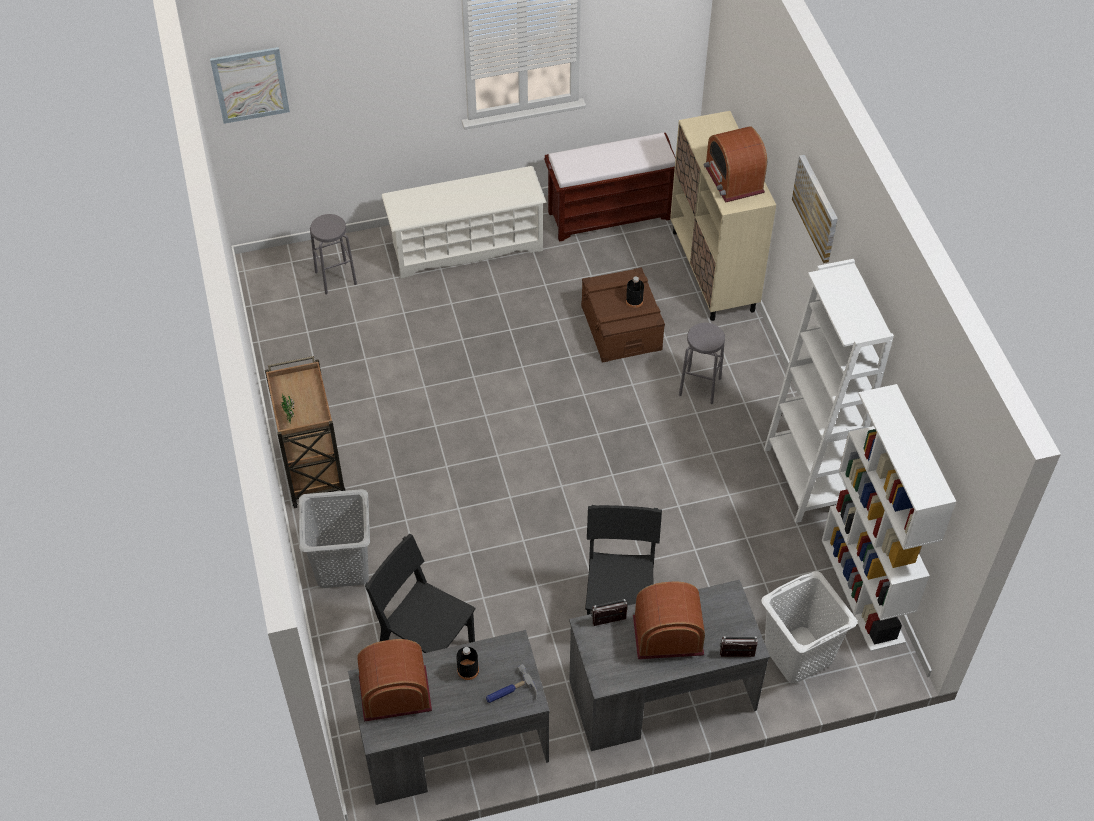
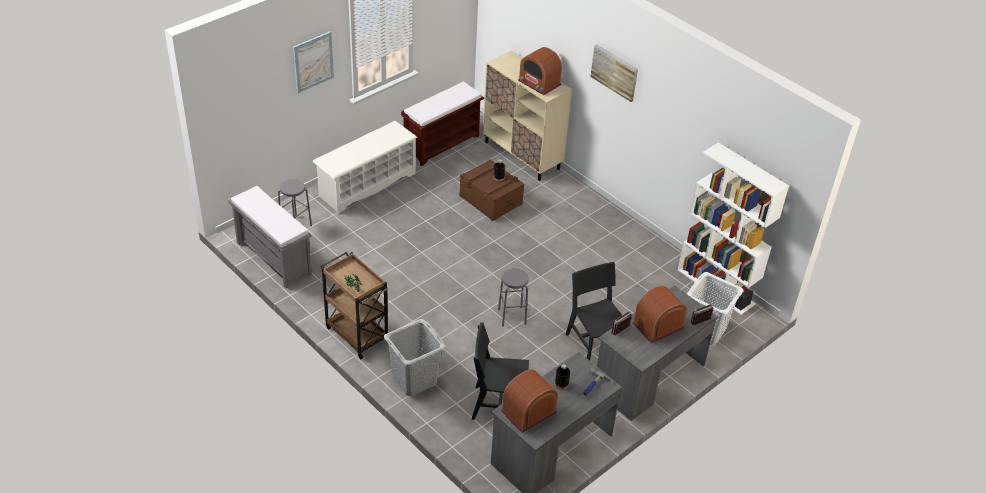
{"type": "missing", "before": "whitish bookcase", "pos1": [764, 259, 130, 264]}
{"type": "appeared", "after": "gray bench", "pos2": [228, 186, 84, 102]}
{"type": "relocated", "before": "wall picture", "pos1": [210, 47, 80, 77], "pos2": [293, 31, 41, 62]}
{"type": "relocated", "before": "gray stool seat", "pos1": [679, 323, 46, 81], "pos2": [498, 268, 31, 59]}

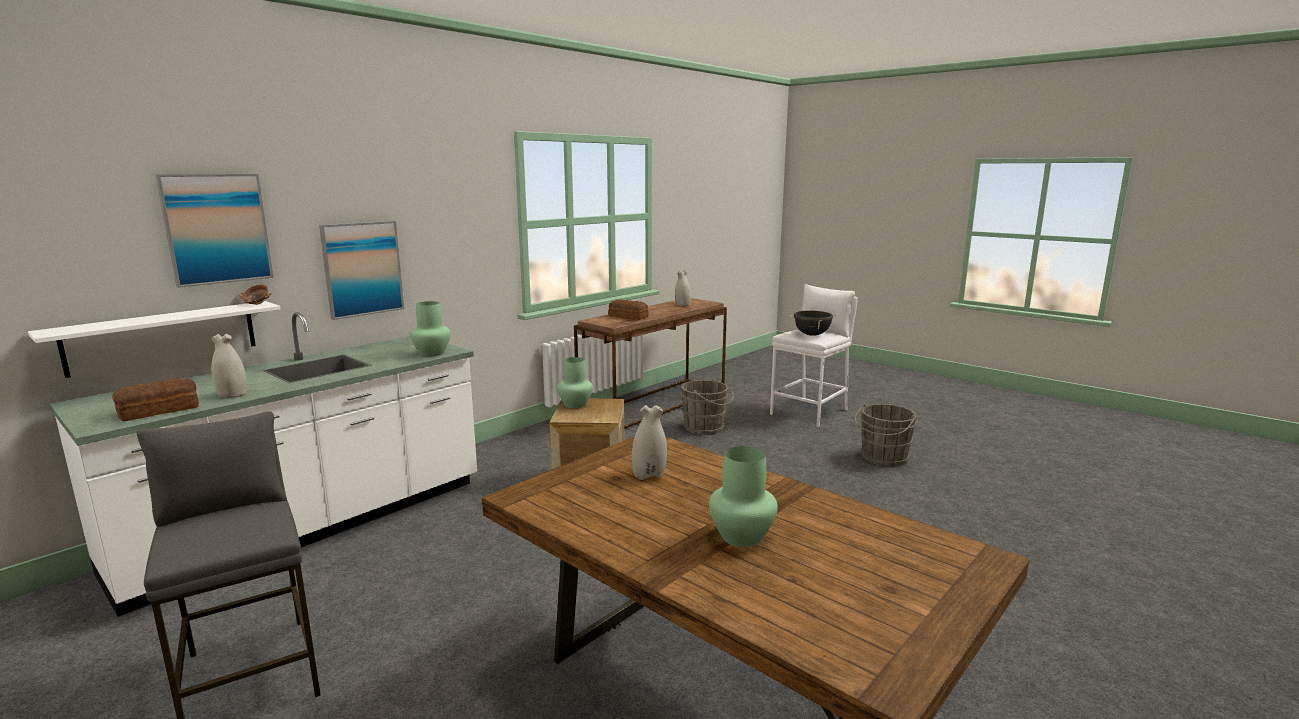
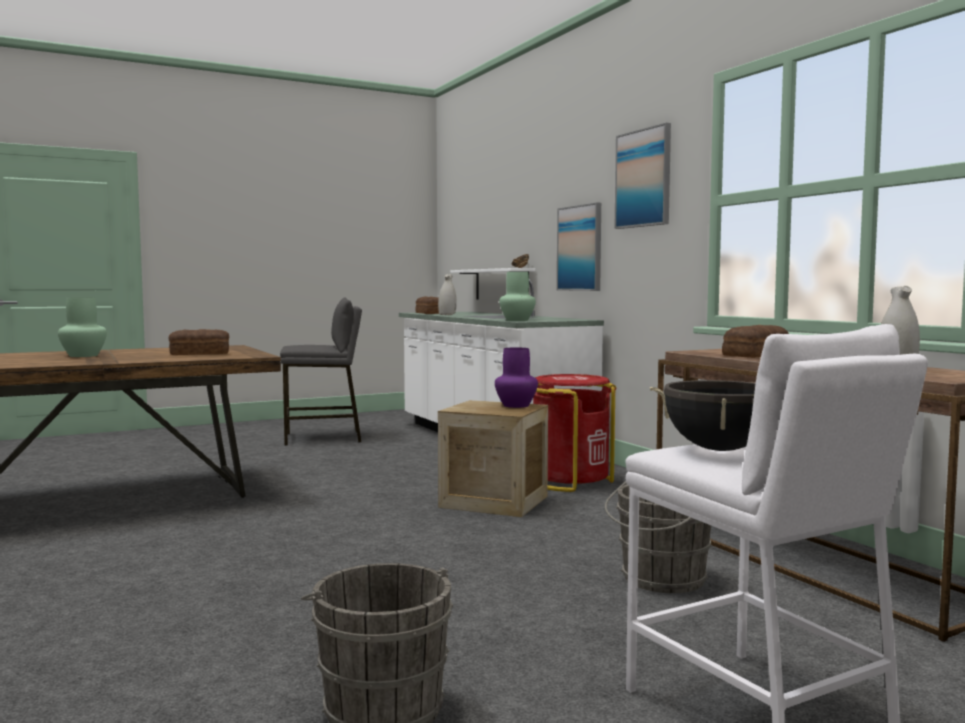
{"type": "appeared", "after": "reddish waste bin", "pos2": [533, 374, 84, 118]}
{"type": "relocated", "before": "wall picture", "pos1": [155, 174, 119, 114], "pos2": [614, 123, 57, 106]}
{"type": "exchanged", "before": "whitish vase", "after": "baked bread", "pos1": [632, 405, 35, 75], "pos2": [168, 329, 61, 26]}
{"type": "colour", "before": "green vase", "after": "purple-coloured vase", "pos1": [557, 357, 36, 51], "pos2": [495, 348, 43, 60]}

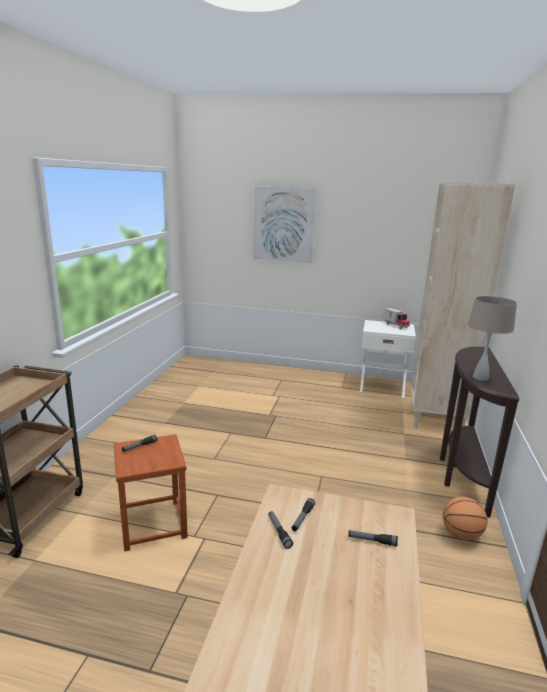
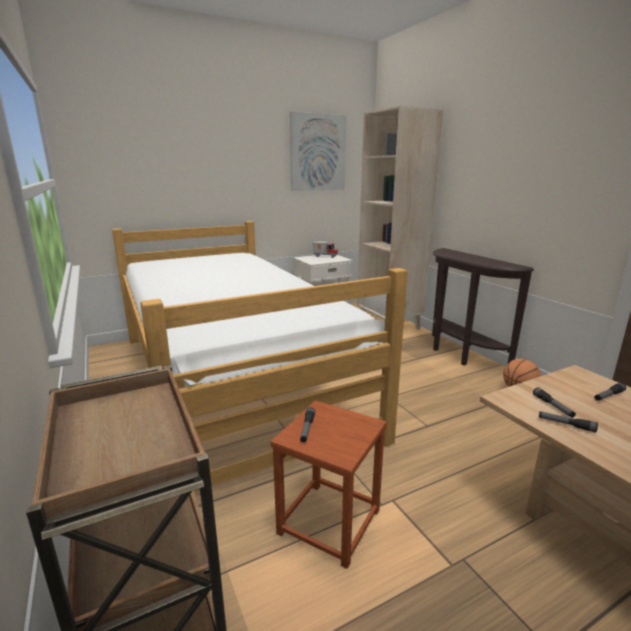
{"type": "missing", "before": "beige lamp for a table", "pos1": [468, 296, 49, 85]}
{"type": "appeared", "after": "sleeping bed", "pos2": [112, 221, 296, 271]}
{"type": "relocated", "before": "wall picture", "pos1": [253, 186, 63, 77], "pos2": [290, 112, 56, 79]}

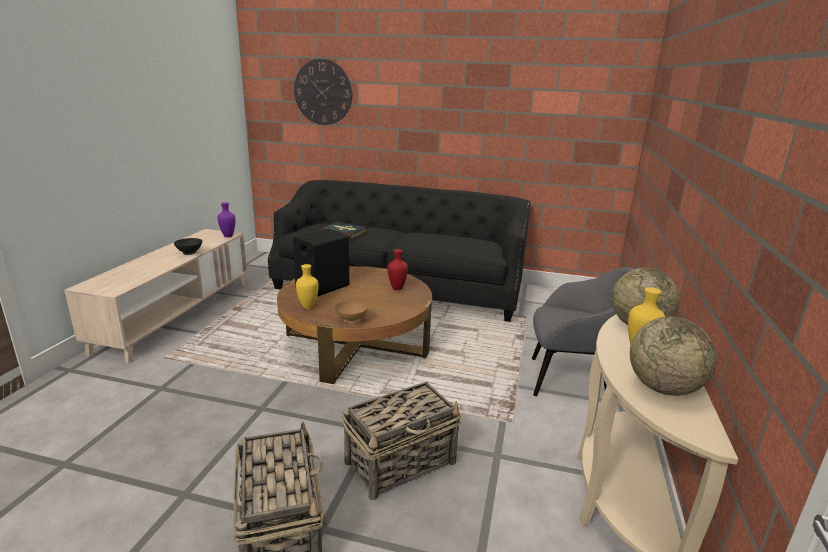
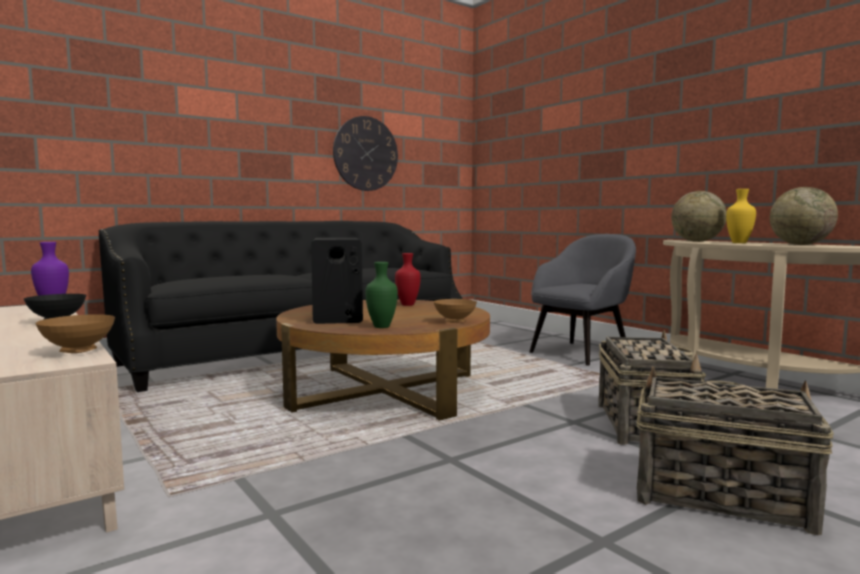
{"type": "missing", "before": "book", "pos1": [320, 222, 47, 18]}
{"type": "appeared", "after": "brownish deep dish", "pos2": [35, 314, 80, 39]}
{"type": "relocated", "before": "wall clock", "pos1": [294, 59, 58, 66], "pos2": [333, 116, 65, 75]}
{"type": "colour", "before": "yellowish vase", "after": "green vase", "pos1": [296, 264, 23, 45], "pos2": [365, 262, 33, 66]}

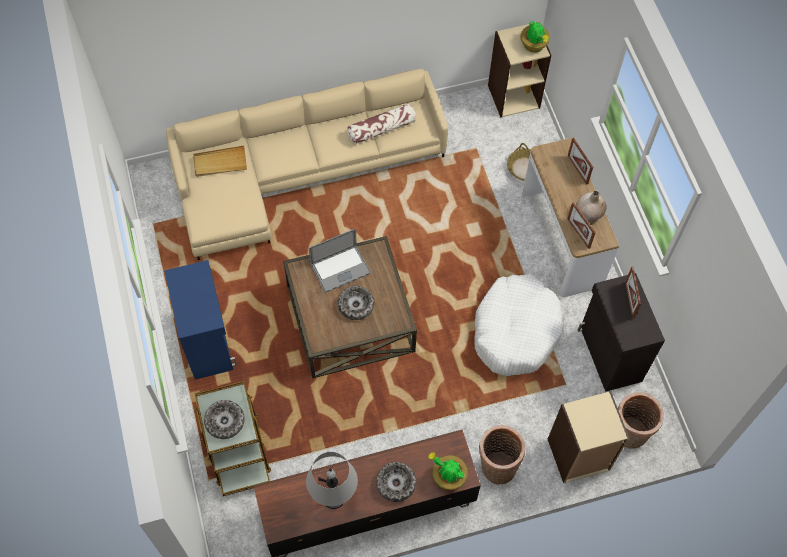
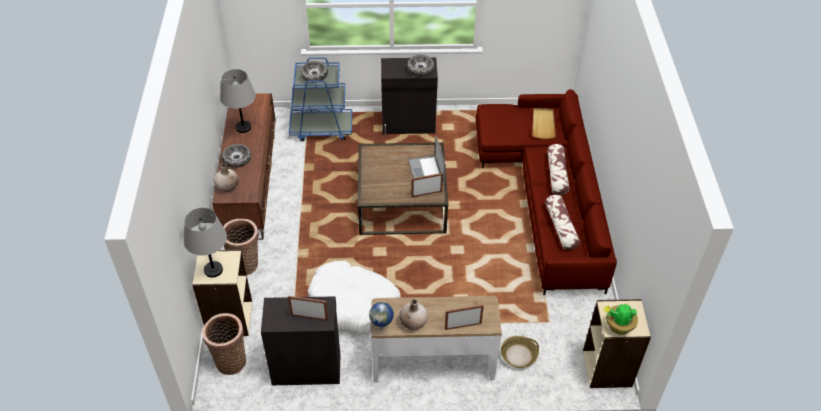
{"type": "appeared", "after": "gray lamp for a table", "pos2": [184, 208, 43, 70]}
{"type": "appeared", "after": "desk globe", "pos2": [369, 302, 25, 28]}
{"type": "appeared", "after": "pillow", "pos2": [547, 144, 22, 51]}
{"type": "relocated", "before": "deep dish", "pos1": [338, 286, 36, 34], "pos2": [407, 55, 28, 21]}
{"type": "relocated", "before": "standing frame", "pos1": [567, 202, 29, 47], "pos2": [411, 173, 32, 24]}
{"type": "exchanged", "before": "plant in a pot", "after": "beige vase", "pos1": [428, 452, 40, 38], "pos2": [214, 164, 25, 28]}
{"type": "colour", "before": "blue cabinet", "after": "black-coloured cabinet", "pos1": [164, 260, 73, 120], "pos2": [381, 58, 57, 77]}
{"type": "colour", "before": "beige sofa", "after": "reddish sofa", "pos1": [166, 69, 282, 191], "pos2": [476, 89, 141, 206]}
{"type": "colour", "before": "brownish wheeled cart", "after": "blue wheeled cart", "pos1": [195, 381, 76, 115], "pos2": [289, 57, 63, 84]}

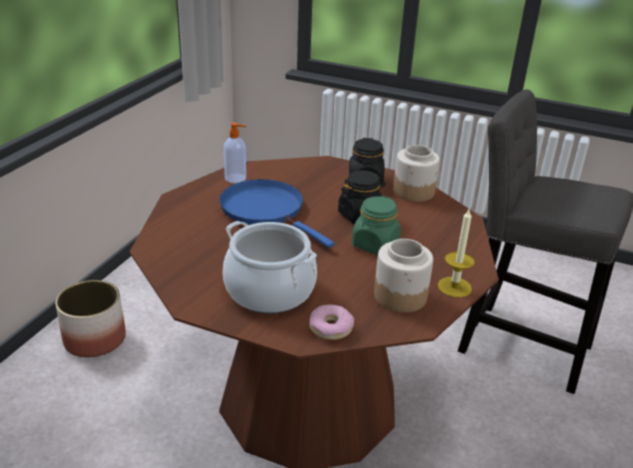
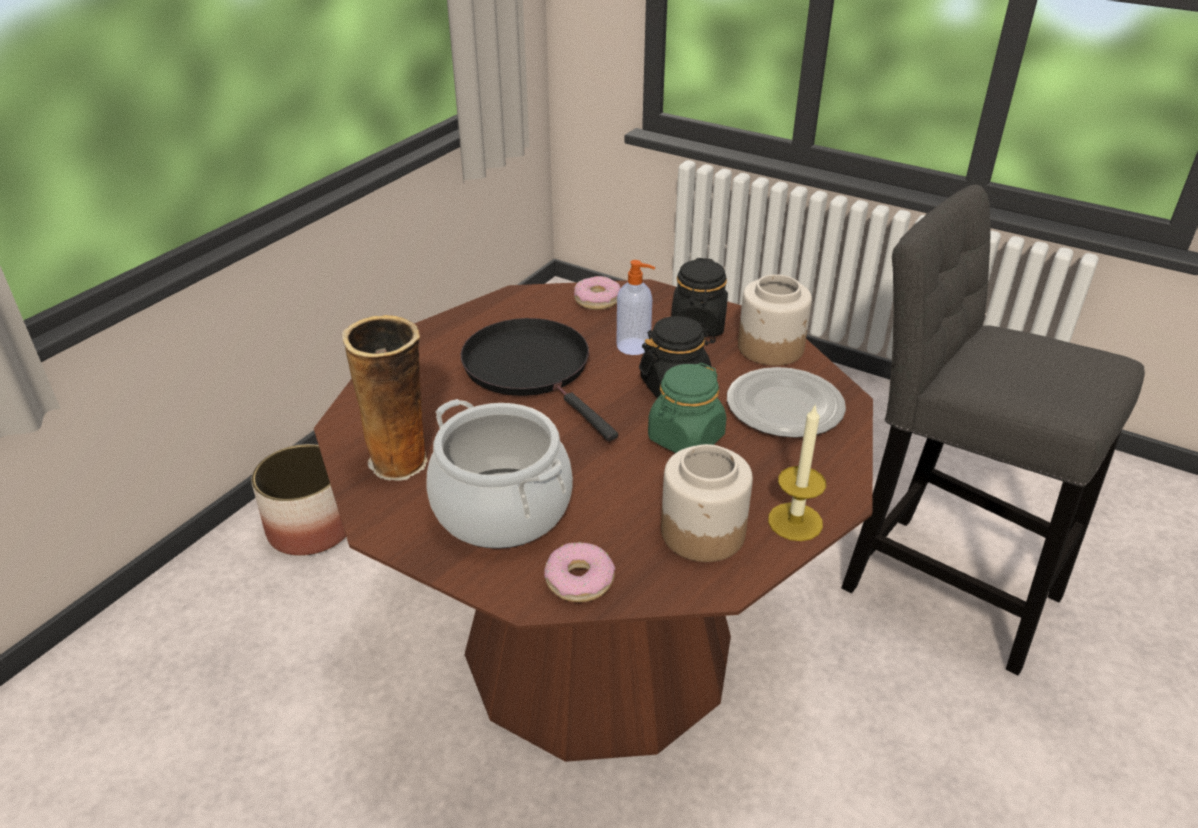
{"type": "appeared", "after": "vase", "pos2": [342, 315, 85, 166]}
{"type": "appeared", "after": "ring doughnut", "pos2": [574, 276, 46, 34]}
{"type": "appeared", "after": "flat dish", "pos2": [727, 367, 119, 71]}
{"type": "relocated", "before": "soap dispenser", "pos1": [224, 123, 22, 60], "pos2": [616, 260, 39, 95]}
{"type": "colour", "before": "blue pan", "after": "black-coloured pan", "pos1": [219, 179, 115, 69], "pos2": [461, 318, 157, 123]}

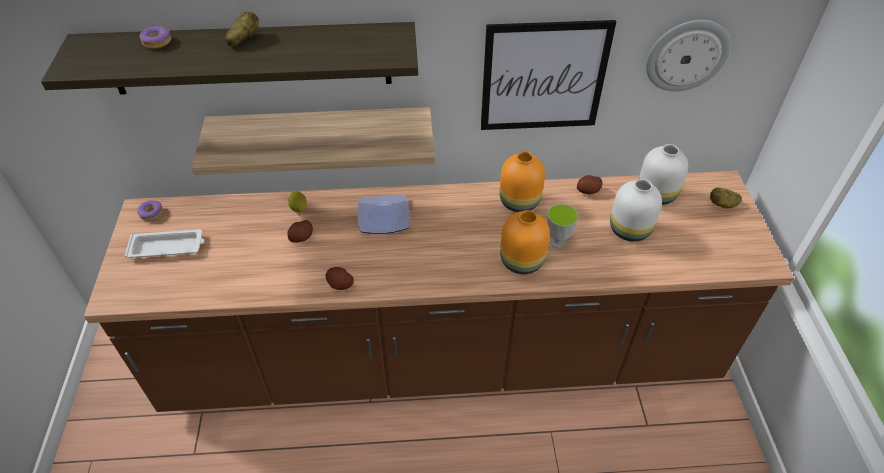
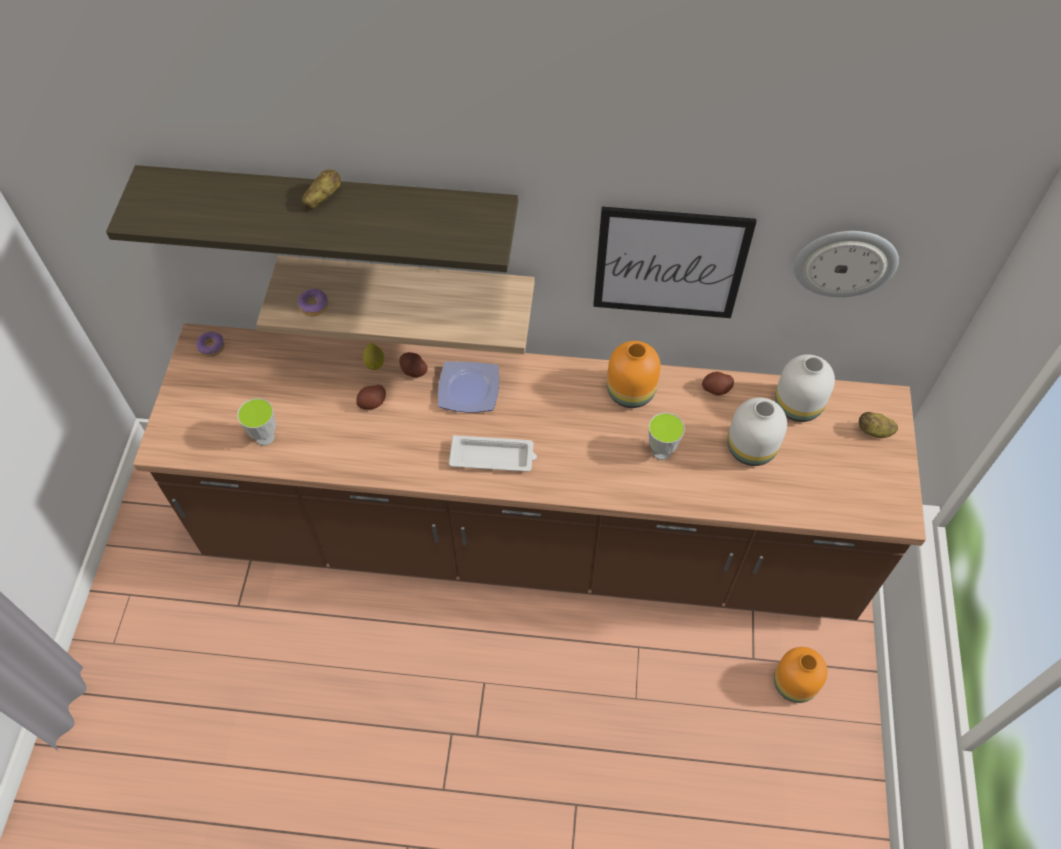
{"type": "appeared", "after": "drinking cup", "pos2": [237, 398, 39, 48]}
{"type": "relocated", "before": "whitish tray", "pos1": [125, 229, 79, 29], "pos2": [449, 435, 88, 37]}
{"type": "relocated", "before": "ring doughnut", "pos1": [139, 26, 32, 23], "pos2": [298, 289, 31, 27]}
{"type": "relocated", "before": "potato", "pos1": [326, 267, 28, 23], "pos2": [399, 352, 29, 25]}
{"type": "relocated", "before": "orange vase", "pos1": [500, 210, 50, 64], "pos2": [774, 647, 54, 56]}

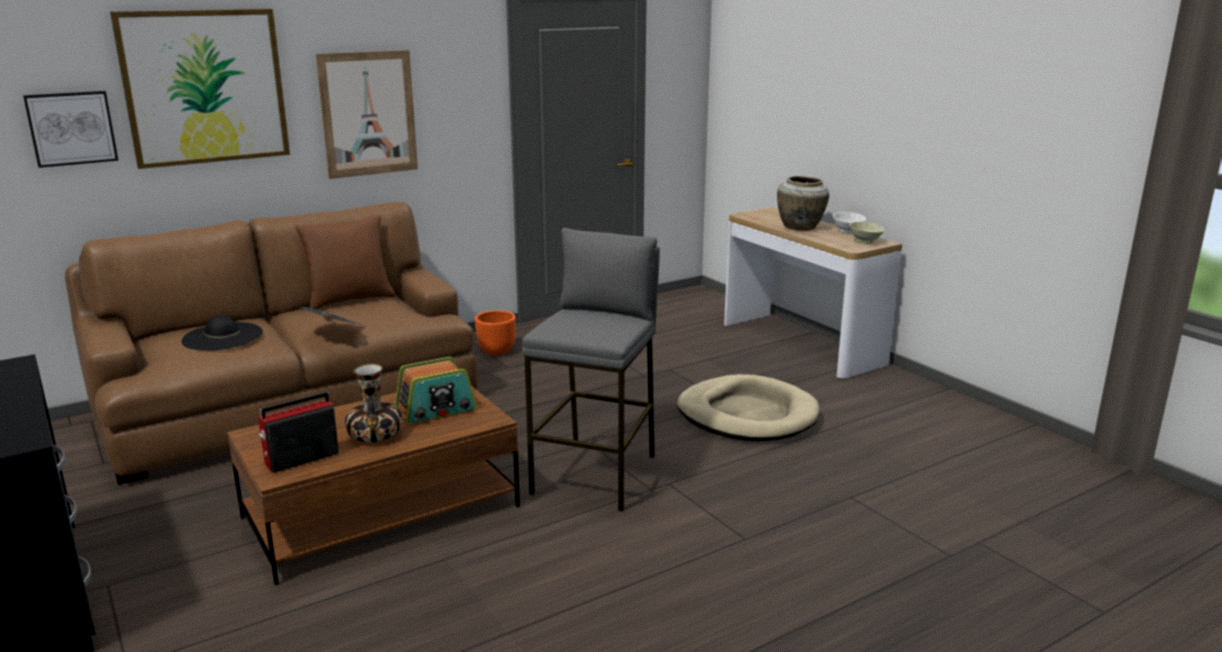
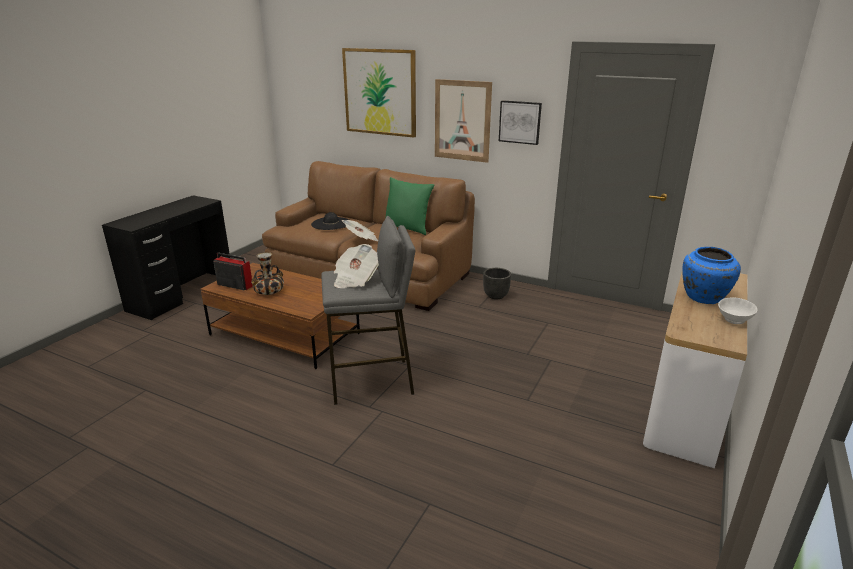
{"type": "missing", "before": "radio set", "pos1": [395, 357, 82, 67]}
{"type": "missing", "before": "beige dog bed", "pos1": [677, 374, 143, 67]}
{"type": "missing", "before": "beige deep dish", "pos1": [849, 222, 35, 22]}
{"type": "appeared", "after": "printed paper", "pos2": [334, 244, 45, 44]}
{"type": "relocated", "before": "wall picture", "pos1": [23, 91, 95, 77], "pos2": [499, 100, 43, 45]}
{"type": "colour", "before": "brownish pillow", "after": "green pillow", "pos1": [295, 215, 101, 94], "pos2": [386, 177, 48, 58]}
{"type": "colour", "before": "orange flower pot", "after": "black-coloured flower pot", "pos1": [475, 310, 41, 46], "pos2": [483, 268, 28, 31]}
{"type": "colour", "before": "beige vase", "after": "blue vase", "pos1": [777, 176, 52, 55], "pos2": [683, 247, 58, 57]}

